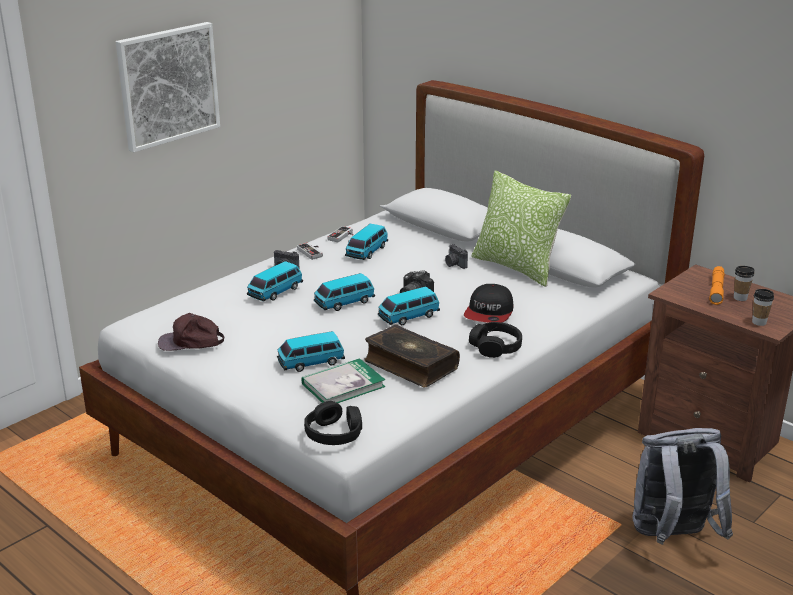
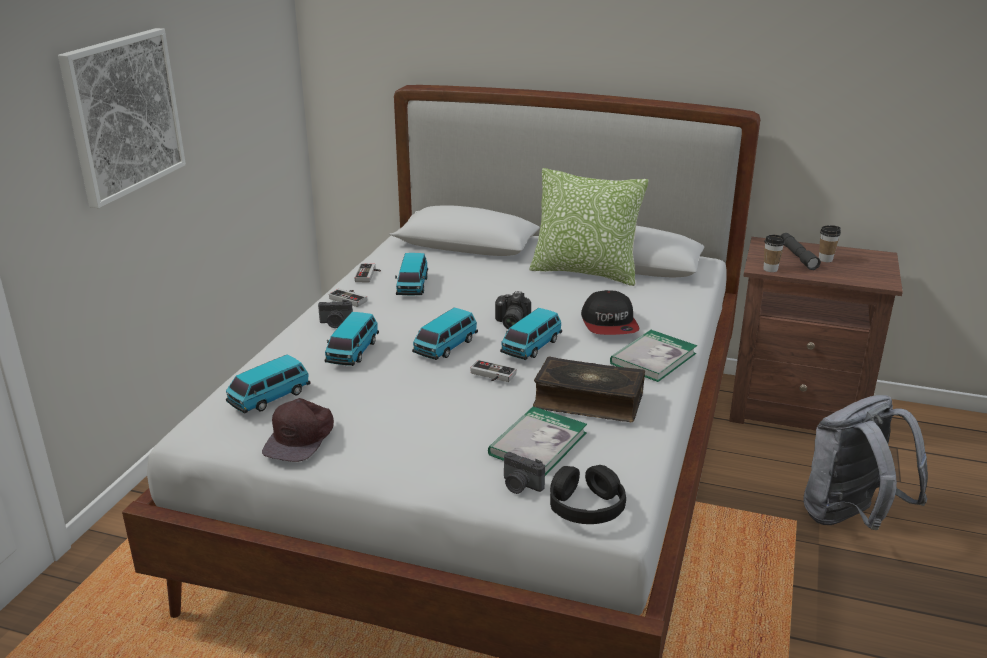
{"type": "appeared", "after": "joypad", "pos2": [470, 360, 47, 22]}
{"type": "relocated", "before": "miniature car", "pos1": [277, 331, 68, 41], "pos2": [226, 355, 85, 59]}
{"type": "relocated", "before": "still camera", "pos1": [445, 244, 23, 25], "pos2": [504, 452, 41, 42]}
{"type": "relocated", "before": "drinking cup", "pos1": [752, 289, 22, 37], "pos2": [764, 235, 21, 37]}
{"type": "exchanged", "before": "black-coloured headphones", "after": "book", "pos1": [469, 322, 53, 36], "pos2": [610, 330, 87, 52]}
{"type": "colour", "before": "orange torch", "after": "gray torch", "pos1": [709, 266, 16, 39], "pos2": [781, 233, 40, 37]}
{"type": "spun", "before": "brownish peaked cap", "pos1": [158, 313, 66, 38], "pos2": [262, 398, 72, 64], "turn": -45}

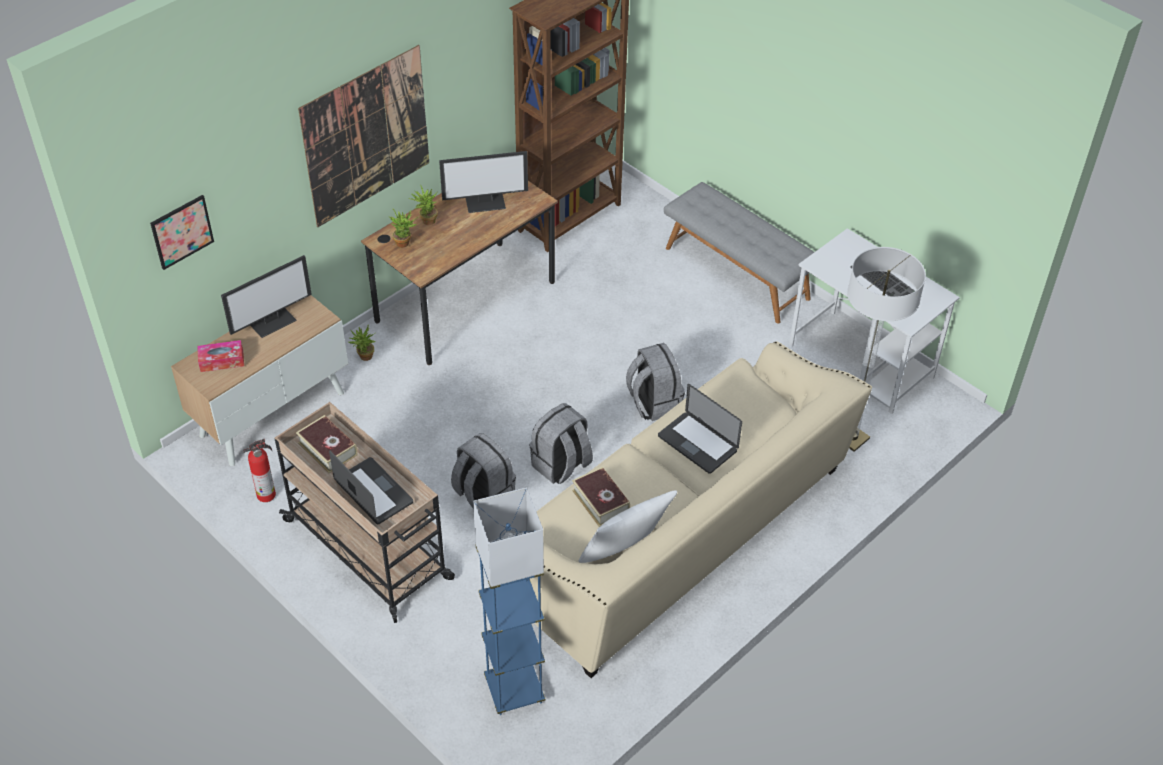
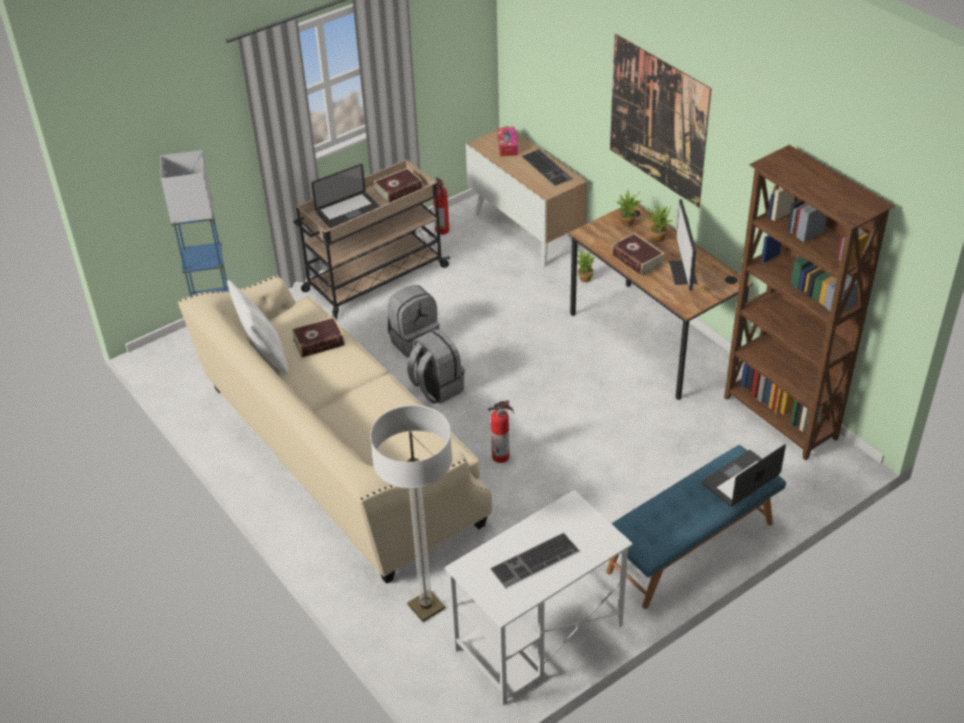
{"type": "missing", "before": "wall picture", "pos1": [150, 195, 64, 75]}
{"type": "appeared", "after": "book", "pos2": [612, 233, 53, 43]}
{"type": "relocated", "before": "laptop", "pos1": [658, 384, 84, 90], "pos2": [702, 444, 84, 63]}
{"type": "exchanged", "before": "computer screen", "after": "keyboard", "pos1": [221, 255, 91, 83], "pos2": [521, 149, 52, 37]}
{"type": "exchanged", "before": "gray knapsack", "after": "extinguisher", "pos1": [626, 343, 59, 78], "pos2": [488, 400, 26, 63]}
{"type": "colour", "before": "gray bench", "after": "blue bench", "pos1": [664, 182, 150, 141], "pos2": [606, 445, 180, 164]}

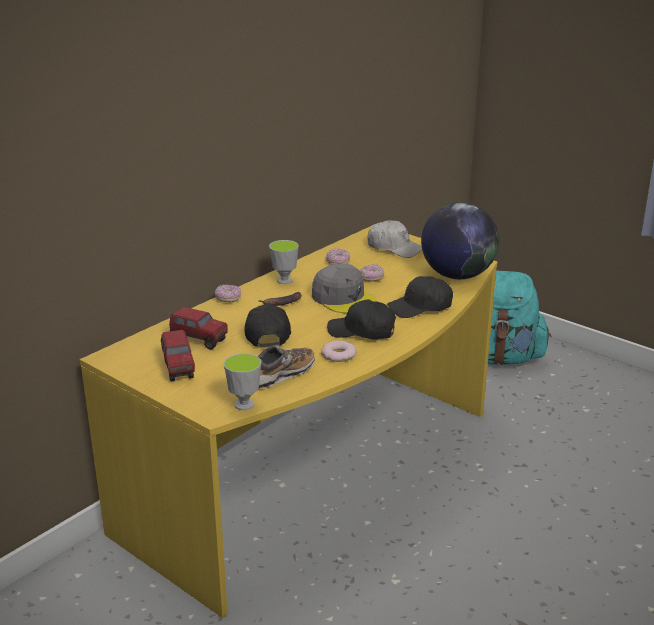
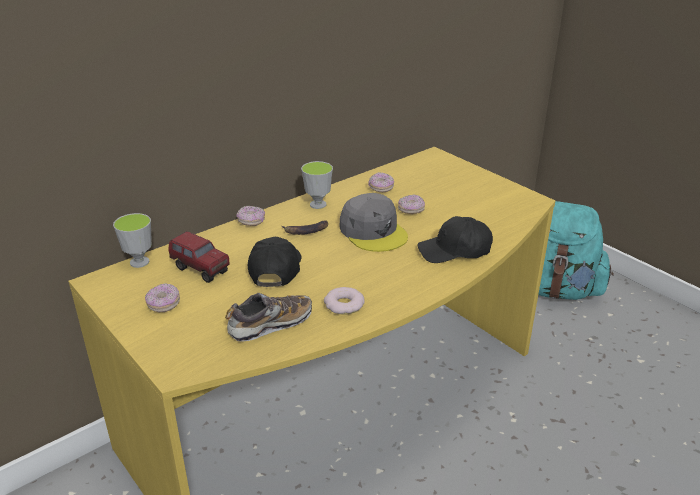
{"type": "missing", "before": "black-coloured peaked cap", "pos1": [327, 299, 69, 40]}
{"type": "missing", "before": "whitish peaked cap", "pos1": [367, 220, 55, 38]}
{"type": "missing", "before": "desk globe", "pos1": [421, 202, 78, 77]}
{"type": "relocated", "before": "drinking cup", "pos1": [224, 353, 37, 57], "pos2": [113, 213, 39, 55]}
{"type": "exchanged", "before": "toy lorry", "after": "ring doughnut", "pos1": [161, 330, 34, 51], "pos2": [145, 283, 35, 29]}

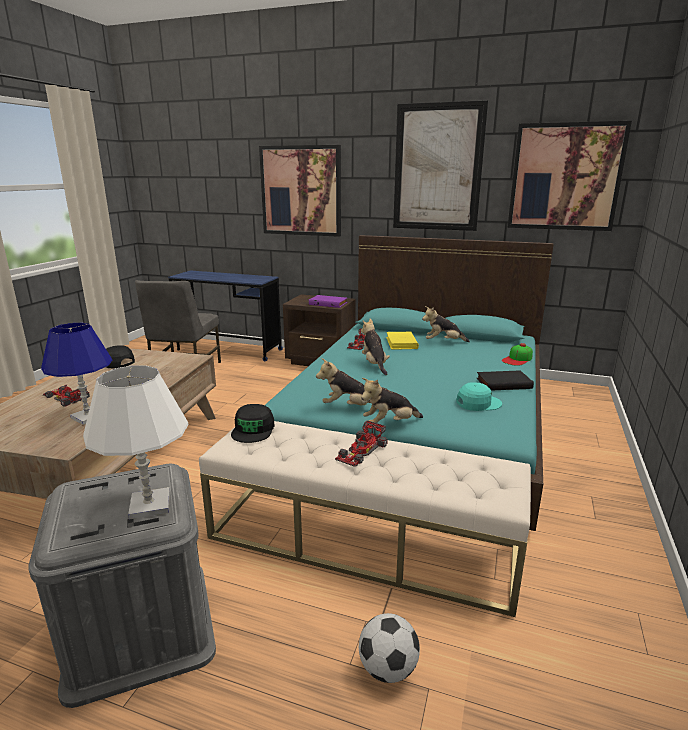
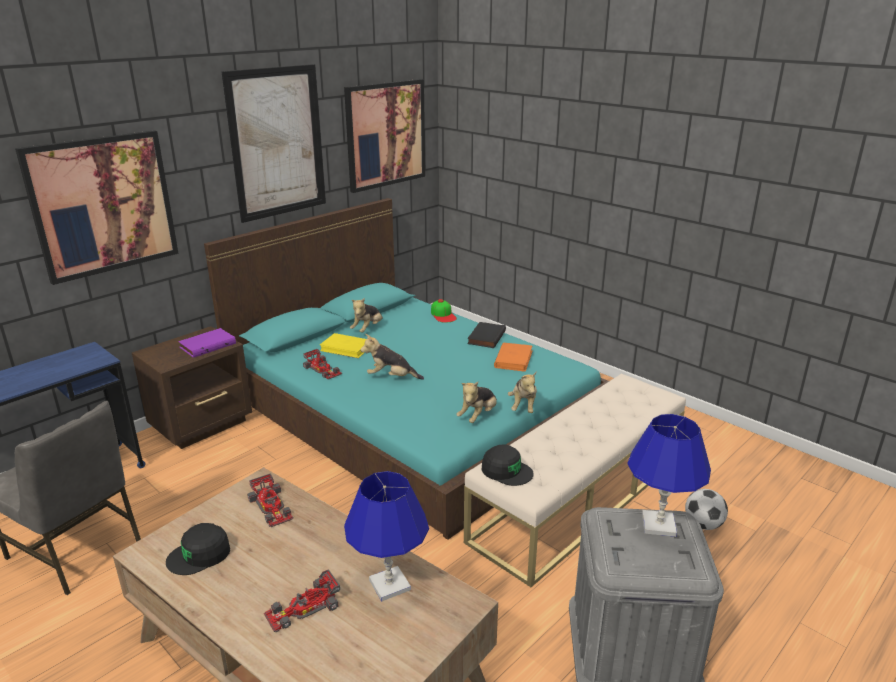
{"type": "relocated", "before": "miniature car", "pos1": [335, 420, 53, 47], "pos2": [247, 473, 47, 54]}
{"type": "exchanged", "before": "blue-green peaked cap", "after": "orange book", "pos1": [457, 382, 45, 29], "pos2": [494, 342, 39, 30]}
{"type": "colour", "before": "whitish lamp for a table", "after": "blue lamp for a table", "pos1": [83, 365, 106, 154], "pos2": [627, 414, 84, 123]}

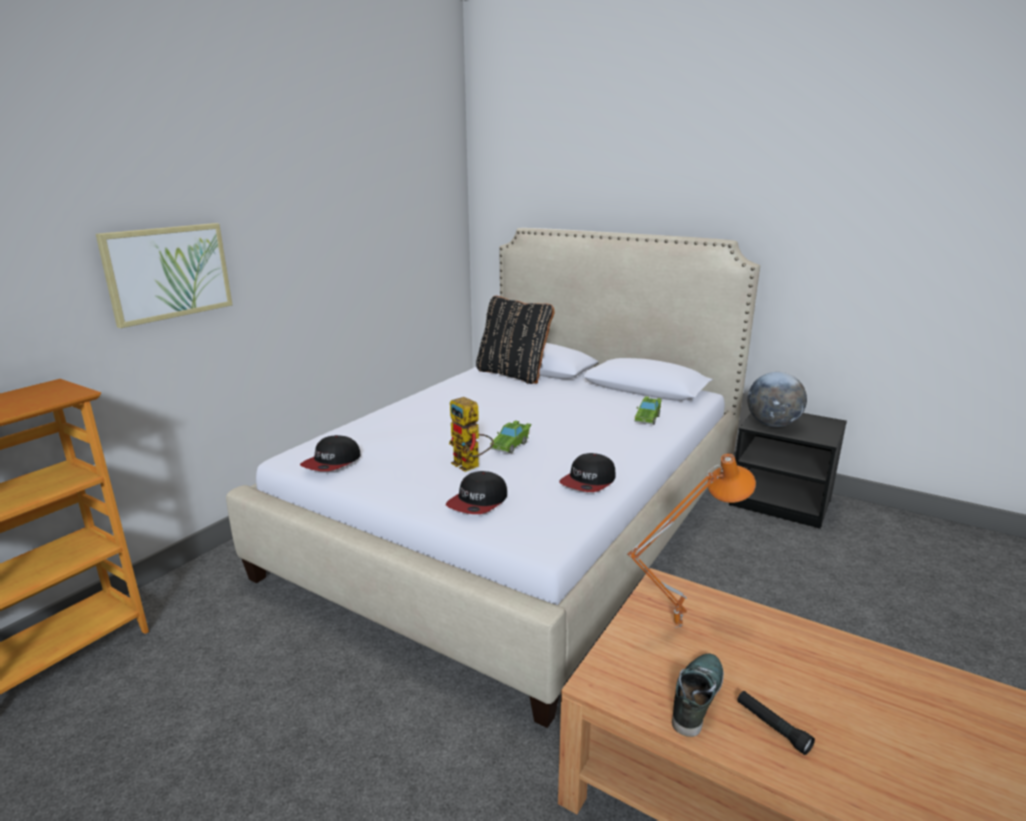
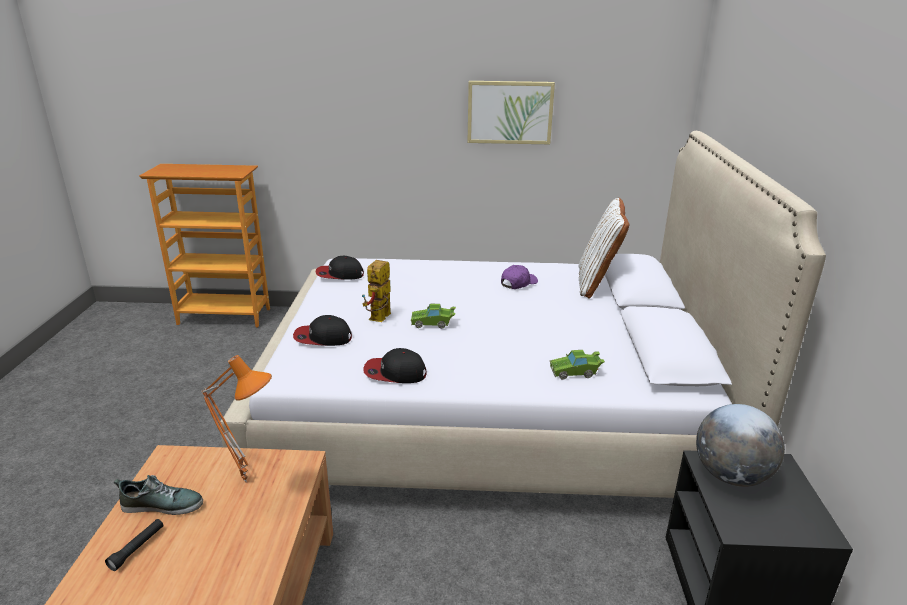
{"type": "appeared", "after": "purple-coloured peaked cap", "pos2": [501, 265, 37, 24]}
{"type": "relocated", "before": "wall picture", "pos1": [96, 223, 136, 105], "pos2": [467, 81, 88, 63]}
{"type": "colour", "before": "black-coloured pillow", "after": "whitish pillow", "pos1": [476, 296, 78, 88], "pos2": [579, 198, 50, 101]}

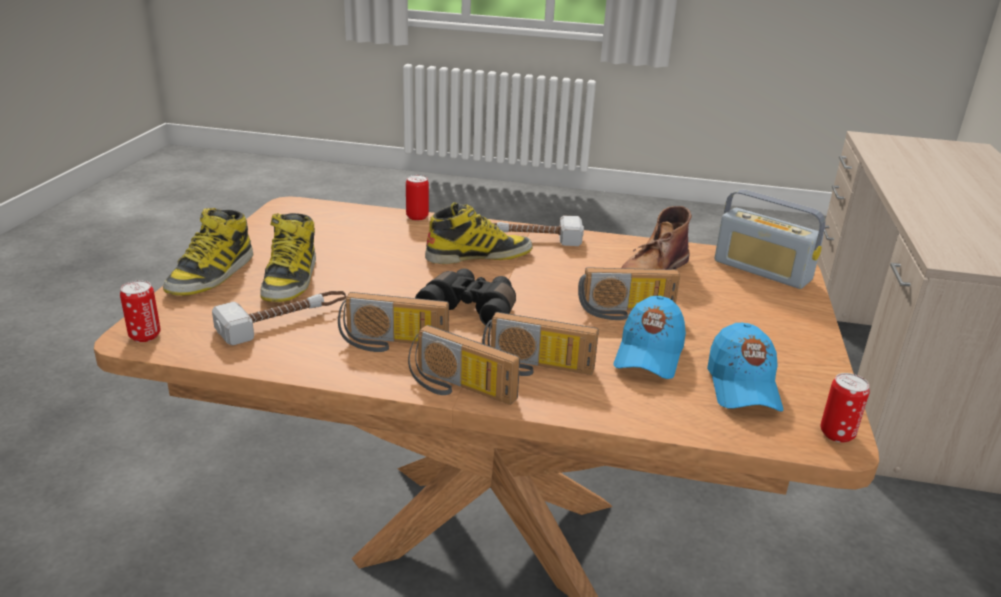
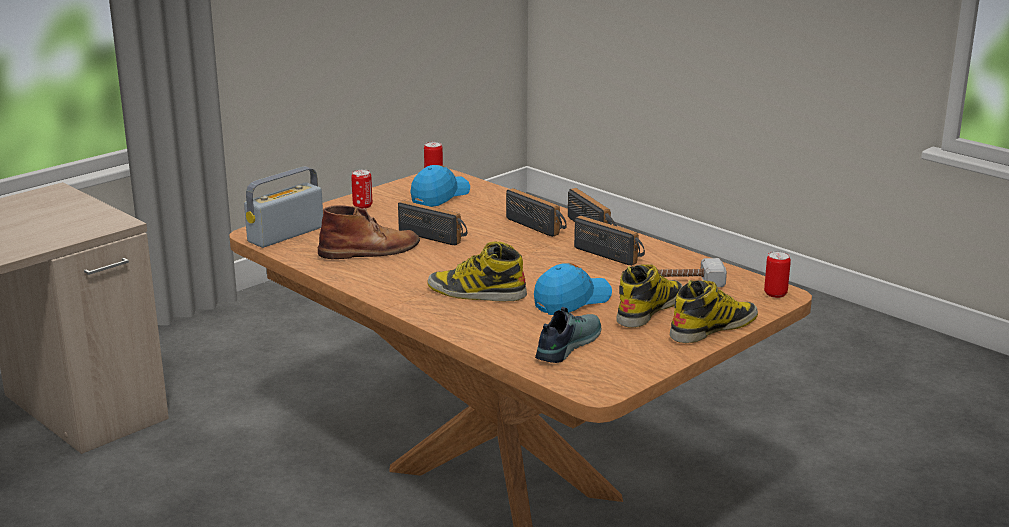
{"type": "missing", "before": "black-coloured binoculars", "pos1": [415, 268, 101, 60]}
{"type": "missing", "before": "hand hammer", "pos1": [493, 215, 91, 31]}
{"type": "appeared", "after": "low shoe", "pos2": [535, 307, 66, 56]}
{"type": "relocated", "before": "can", "pos1": [406, 175, 23, 45], "pos2": [351, 169, 21, 40]}
{"type": "relocated", "before": "blue peaked cap", "pos1": [613, 296, 73, 83], "pos2": [534, 263, 78, 52]}
{"type": "spun", "before": "radio set", "pos1": [714, 189, 112, 100], "pos2": [244, 166, 79, 82], "turn": -120}

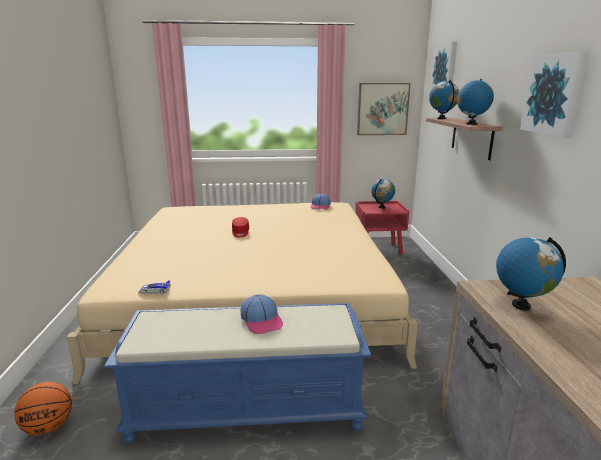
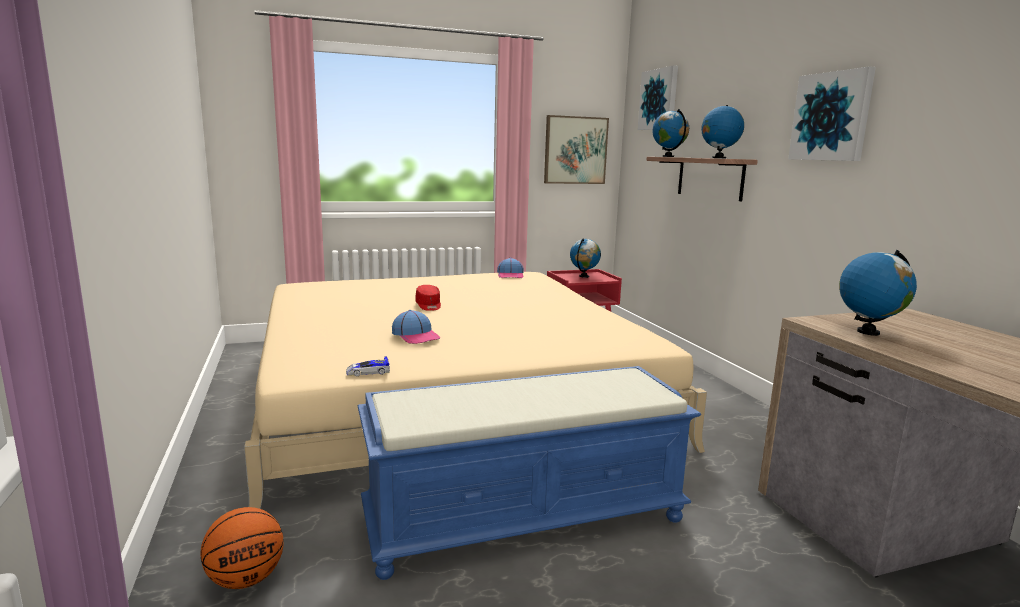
{"type": "relocated", "before": "peaked cap", "pos1": [240, 294, 43, 40], "pos2": [392, 310, 48, 34]}

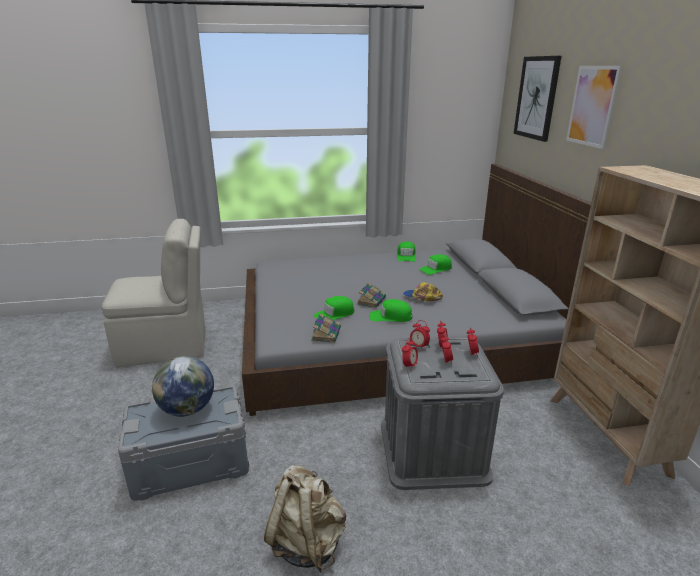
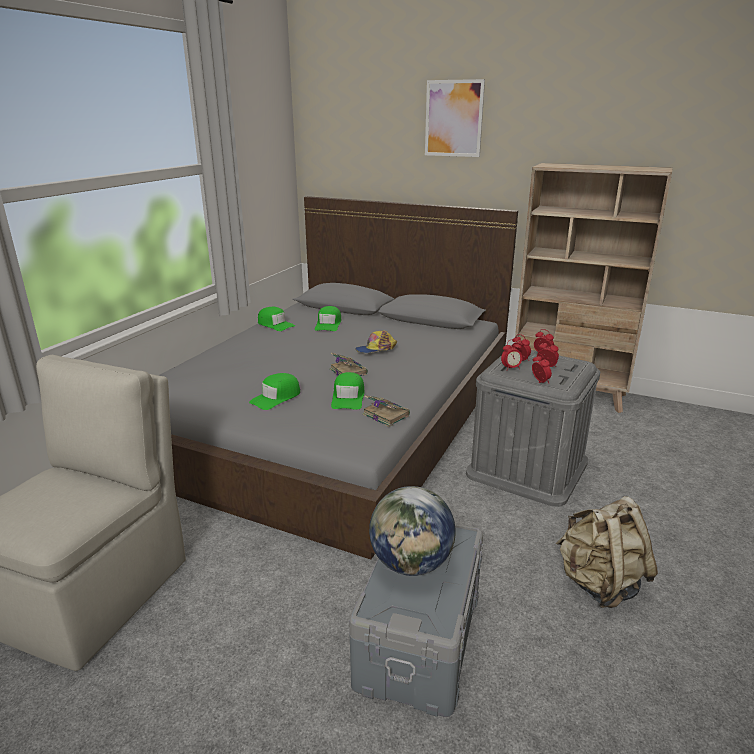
{"type": "missing", "before": "wall picture", "pos1": [514, 56, 48, 86]}
{"type": "relocated", "before": "green peaked cap", "pos1": [370, 299, 42, 23], "pos2": [249, 373, 51, 37]}

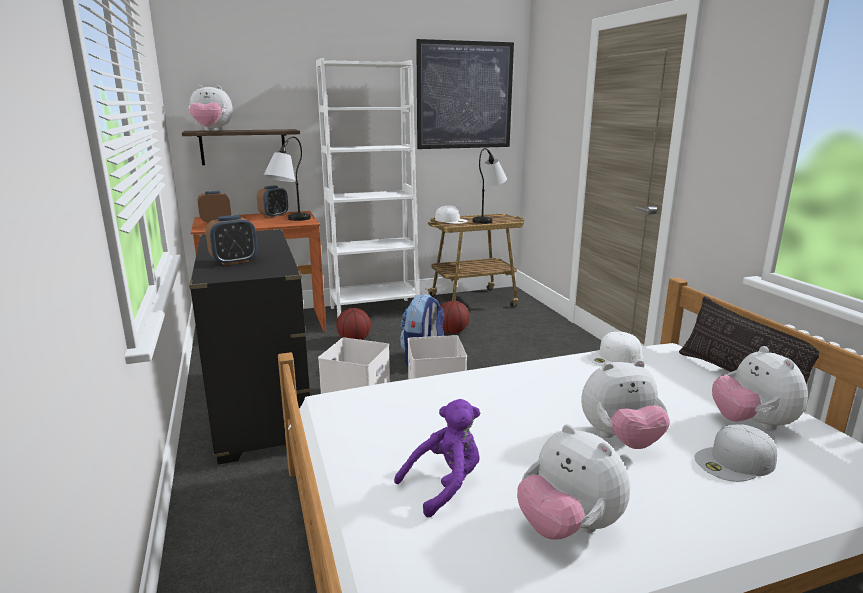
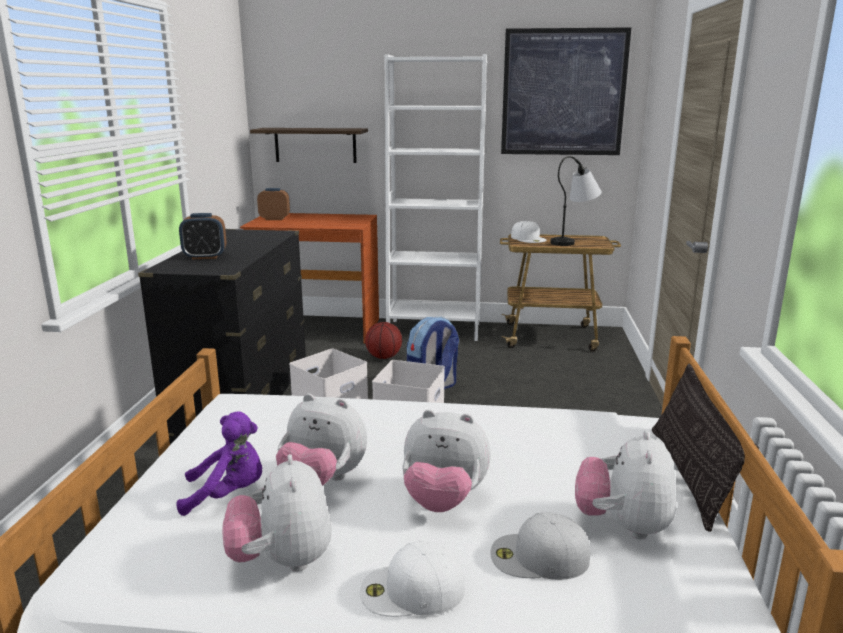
{"type": "missing", "before": "bedside clock", "pos1": [257, 185, 31, 33]}
{"type": "missing", "before": "lamp for a table", "pos1": [263, 136, 48, 85]}
{"type": "missing", "before": "basketball ball", "pos1": [441, 301, 29, 33]}
{"type": "relocated", "before": "cuddly toy", "pos1": [189, 85, 44, 46], "pos2": [276, 393, 91, 93]}
{"type": "relocated", "before": "whitish peaked cap", "pos1": [587, 332, 55, 34], "pos2": [360, 541, 105, 76]}

